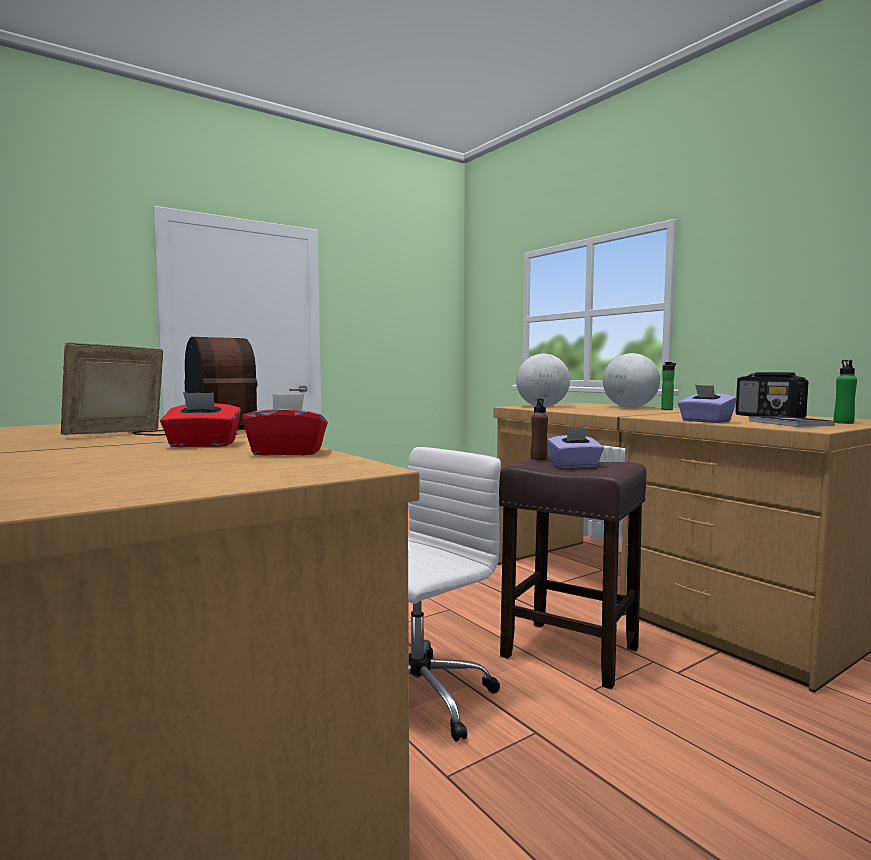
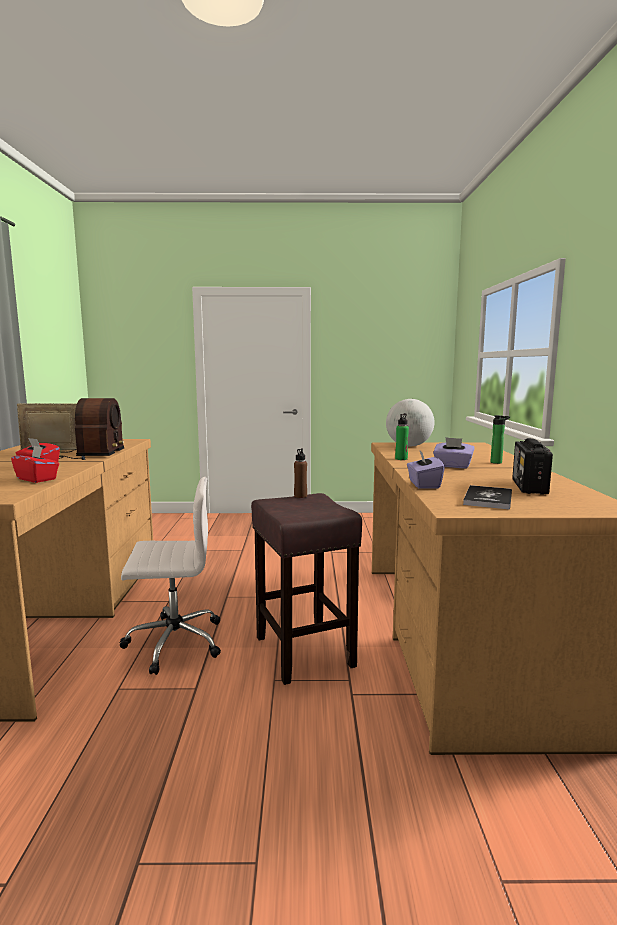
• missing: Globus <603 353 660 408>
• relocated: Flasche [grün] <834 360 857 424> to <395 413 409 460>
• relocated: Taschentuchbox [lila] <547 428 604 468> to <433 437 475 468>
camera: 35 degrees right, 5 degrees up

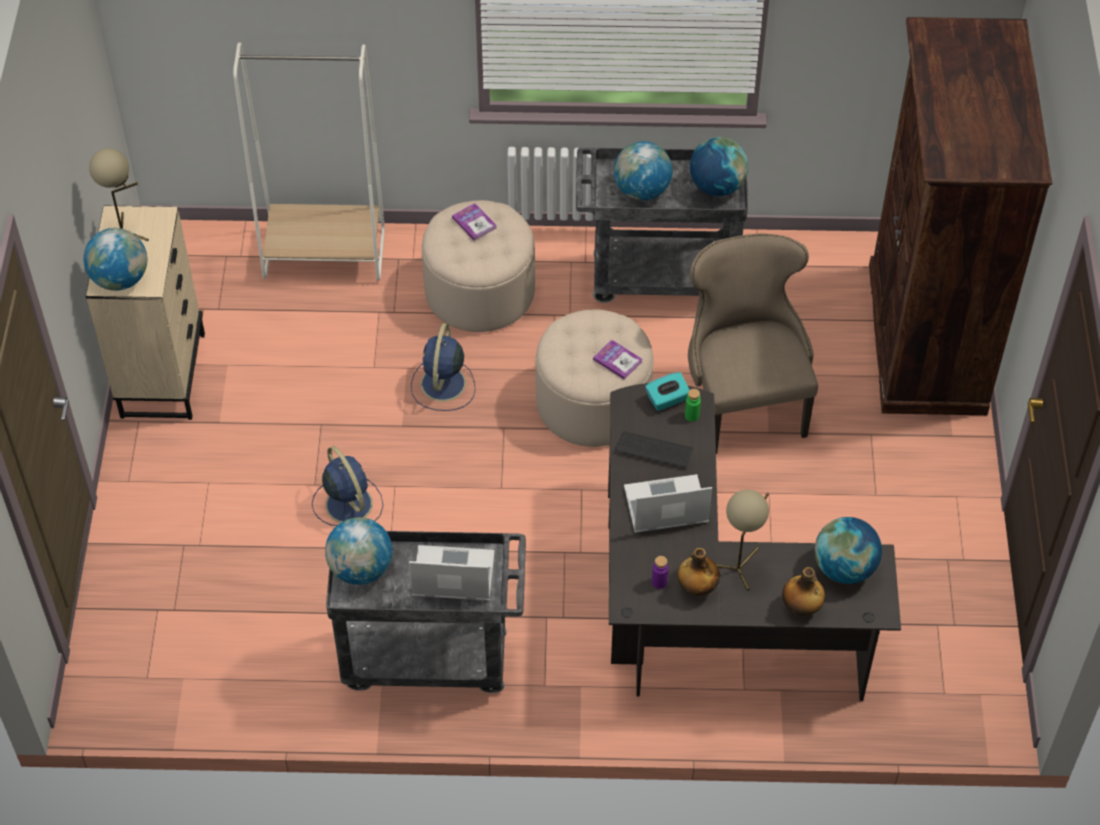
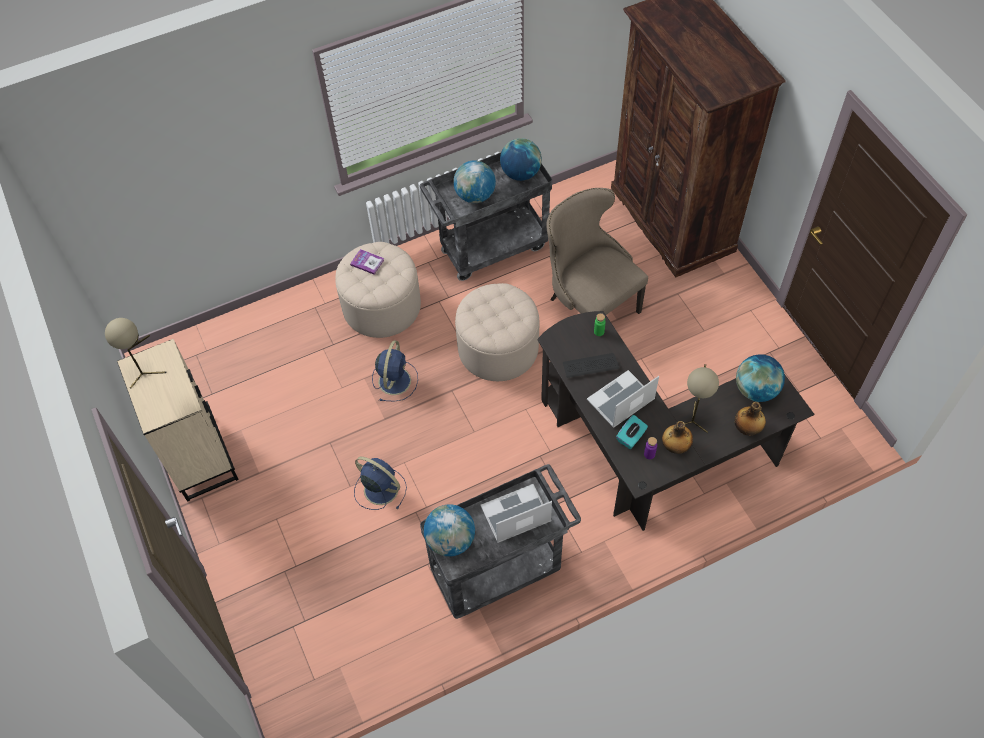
• missing: Kleiderständer <233 42 385 281>
• missing: Globus <84 228 147 291>
• spun: Ventilator [blau] <411 323 475 411> = <372 340 418 402> 150 degrees counterclockwise
• missing: Buch <593 339 643 380>
• relocated: Taschentuchbox [türkis] <645 372 690 411> to <616 415 648 449>
camera: 25 degrees left, 5 degrees up

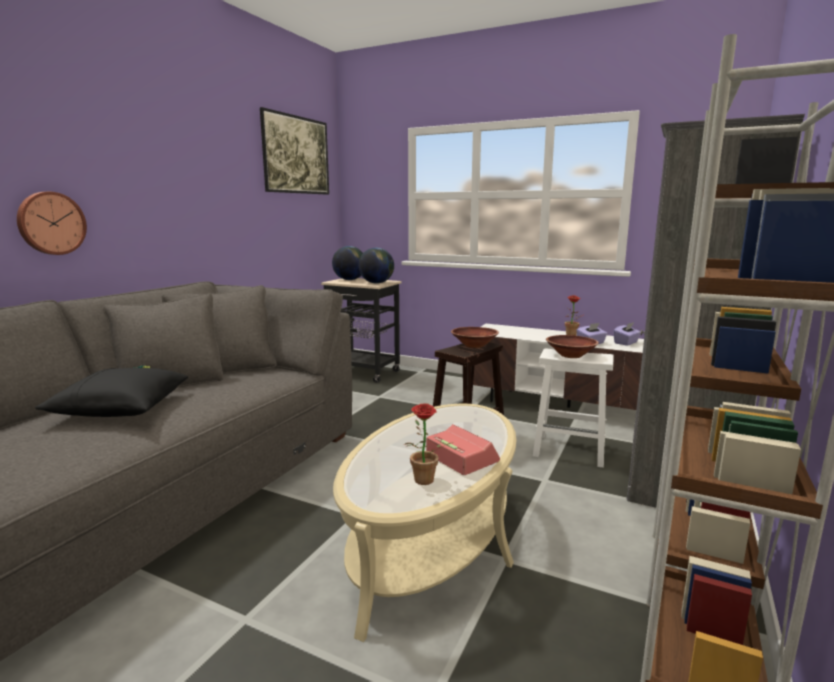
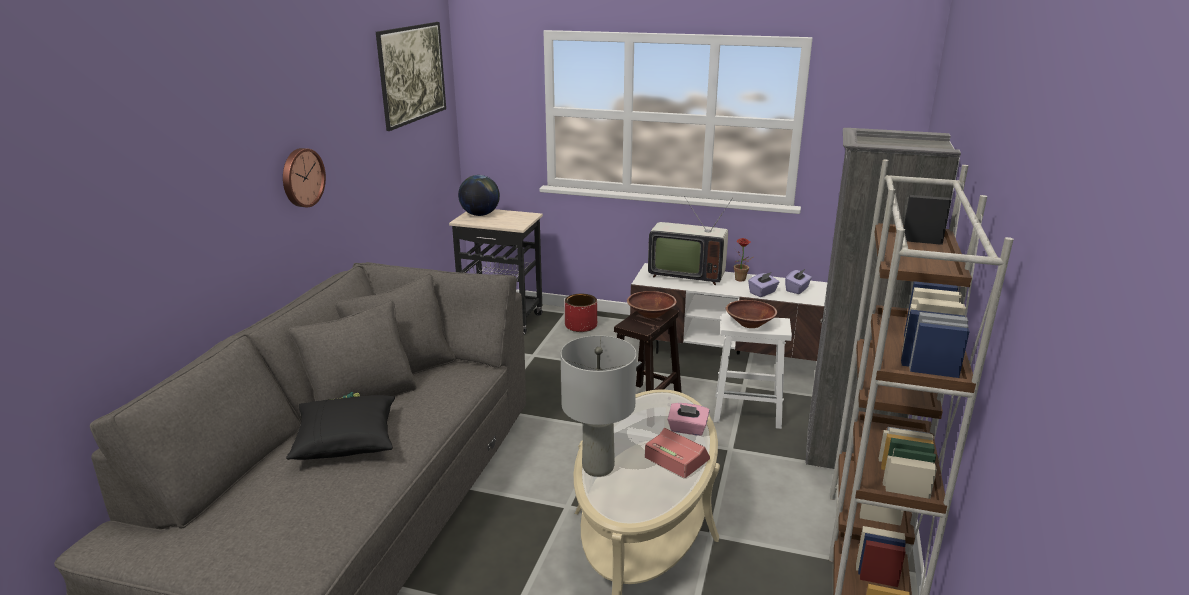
• relocated: Wanduhr <17 192 87 255> to <283 148 326 207>
• missing: Globus <358 248 394 284>
• missing: Topfpflanze <404 403 454 485>
• appeared: Fernseher <648 196 733 285>
• appeared: Pflanzkübel [rot] <565 294 597 332>
• appeared: Tischlampe [grau] <561 336 637 477>
• appeared: Taschentuchbox [rosa] <668 403 710 436>
camera: 10 degrees left, 10 degrees up

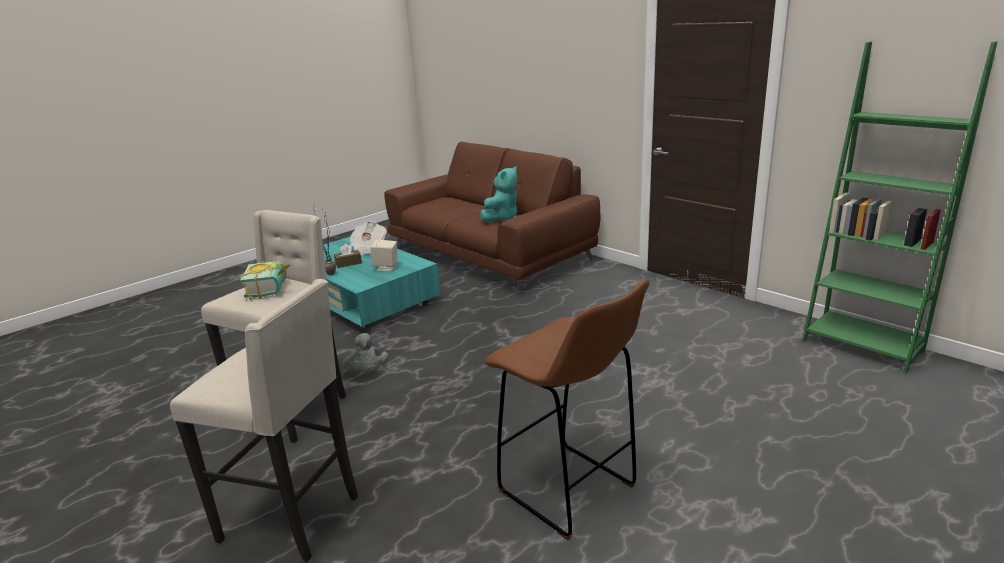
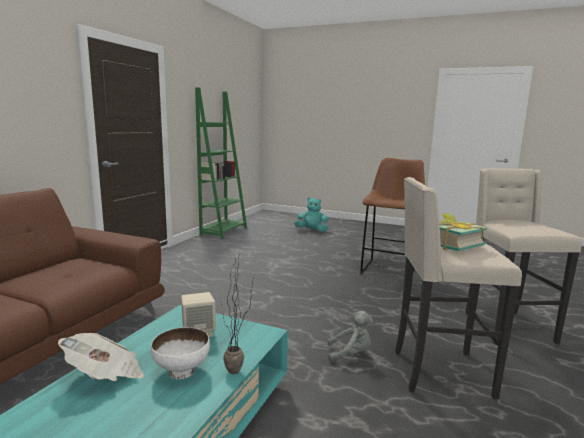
• relocated: Plüschtier [türkis] <480 166 517 223> to <294 197 329 232>
• exchanged: Taschentuchbox [braun] <334 244 362 268> to Schüssel [weiß] <151 327 210 379>
• spun: Plüschtier [grau] <342 333 389 372> = <328 311 373 363> 60 degrees clockwise
camera: 115 degrees left, 10 degrees down

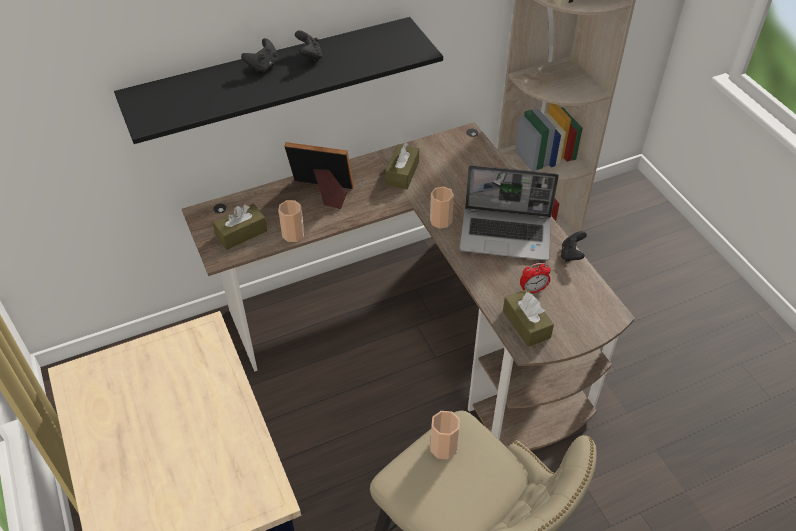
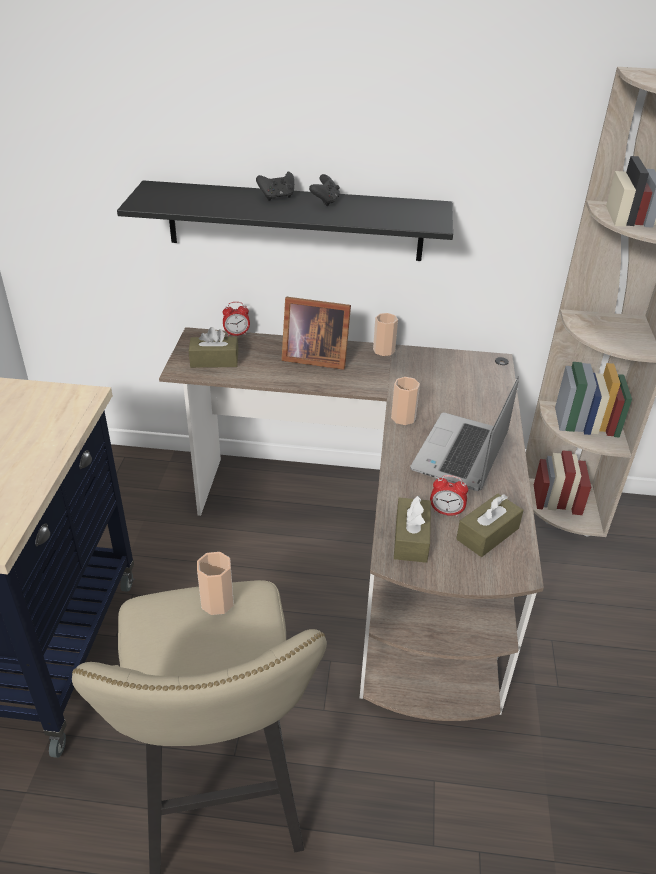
• spun: Bilderrahmen <284 142 354 209> = <282 297 351 370> 150 degrees clockwise
• relocated: Taschentuchbox [braun] <385 143 419 189> to <456 494 524 557>
• spun: Laptop <459 165 559 261> = <410 377 519 491> 75 degrees clockwise
• relocated: Tasse <278 200 304 242> to <373 313 398 356>
• missing: Gamepad [schwarz] <561 231 587 262>
• appeared: Wecker <223 302 250 336>
camera: 30 degrees right, 10 degrees down

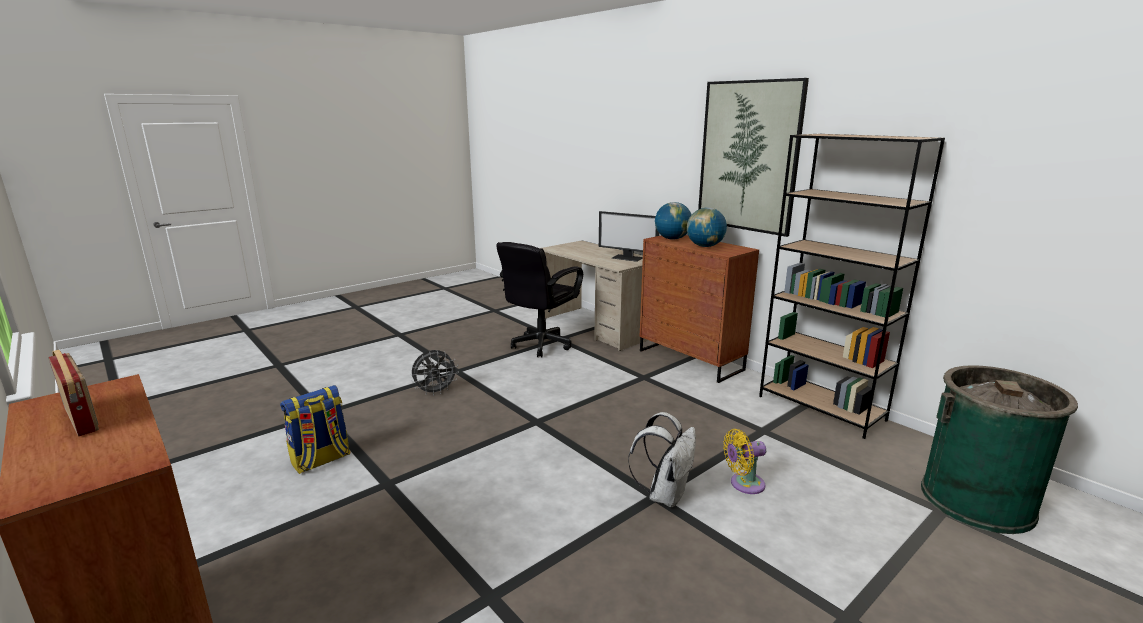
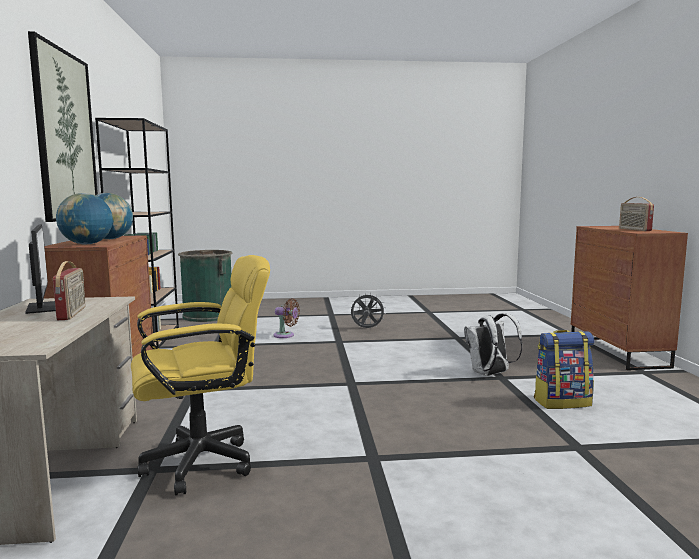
• colour: Bürostuhl [schwarz] <496 242 583 357> to Bürostuhl [gelb] <131 255 270 496>
• relocated: Ventilator [grau] <411 350 459 396> to <350 294 386 328>
• relocated: Rucksack [weiß] <628 412 696 507> to <464 313 523 376>
• colour: Ventilator [gelb] <723 429 766 494> to Ventilator [braun] <274 298 300 338>
• appeared: Radio <53 261 85 320>
camera: 145 degrees left, 10 degrees down

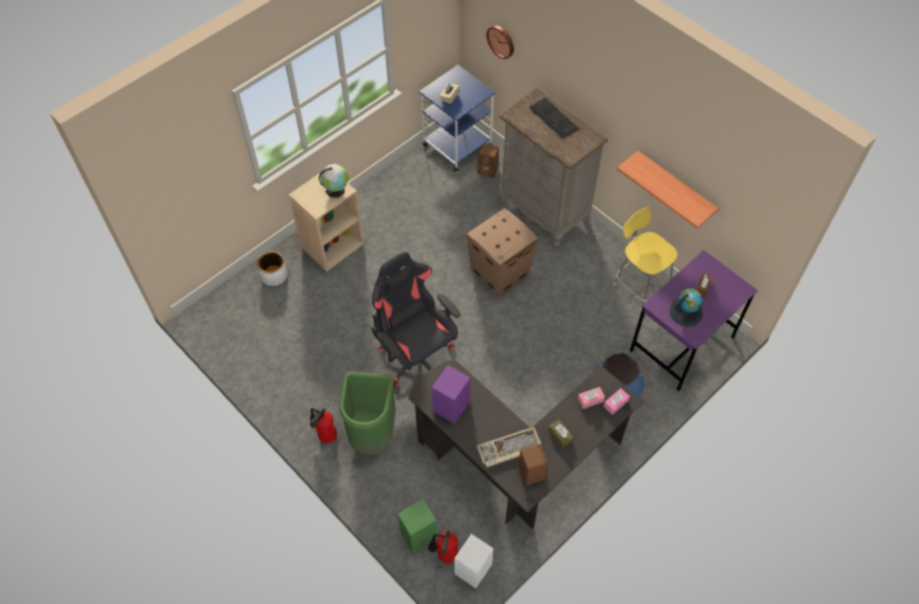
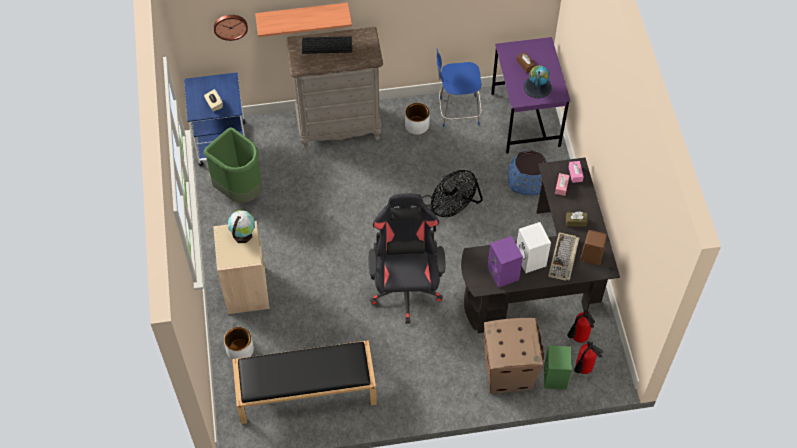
• missing: Lautsprecher [braun] <477 143 499 178>
• relocated: Wandregal <617 151 719 229> to <255 3 352 37>
• colour: Hocker [gelb] <613 207 678 311> to Hocker [blau] <437 48 482 127>
• relocated: Karton <466 208 538 296> to <484 318 544 394>
• spun: Bürostuhl [schwarz] <371 252 460 388> = <368 193 446 324> 90 degrees clockwise
• relocated: Mülleimer [grün] <339 372 396 455> to <203 127 262 203>
• relocated: Feuerlöscher <310 408 337 443> to <567 309 595 343>
• relocated: Lautsprecher [weiß] <454 534 493 588> to <517 222 551 273>
• appeared: Pflanzkübel [weiß] <405 103 430 134>
• appeared: Ventilator [schwarz] <419 170 483 232>
• appeared: Bank [schwarz] <232 340 377 424>
camera: 55 degrees left, 0 degrees up

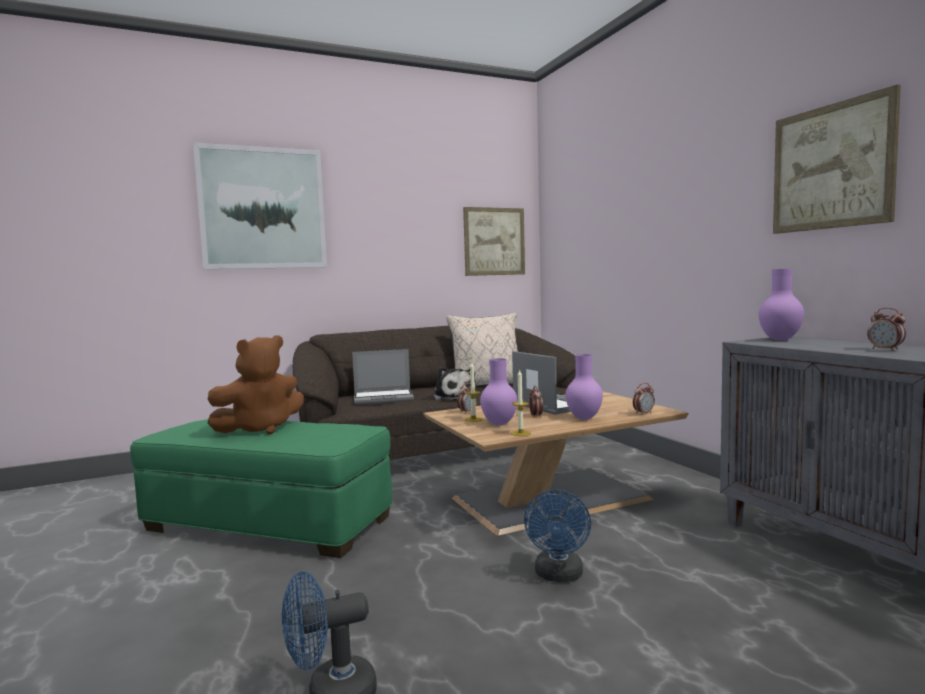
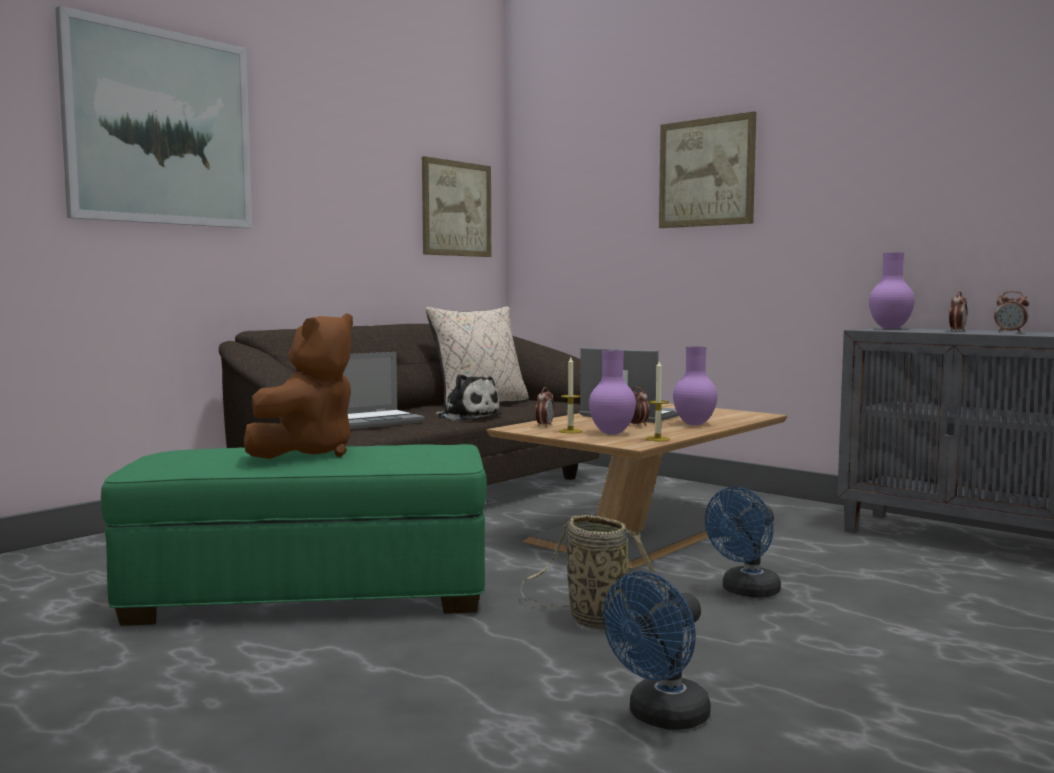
• relocated: Bild <773 84 901 234> to <659 111 756 228>
• relocated: Wecker <633 383 655 415> to <949 291 968 331>
• spun: Ventilator [blau] <524 490 591 582> = <705 487 781 598> 60 degrees clockwise
• appeared: Korb <520 515 668 630>
camera: 25 degrees left, 0 degrees up

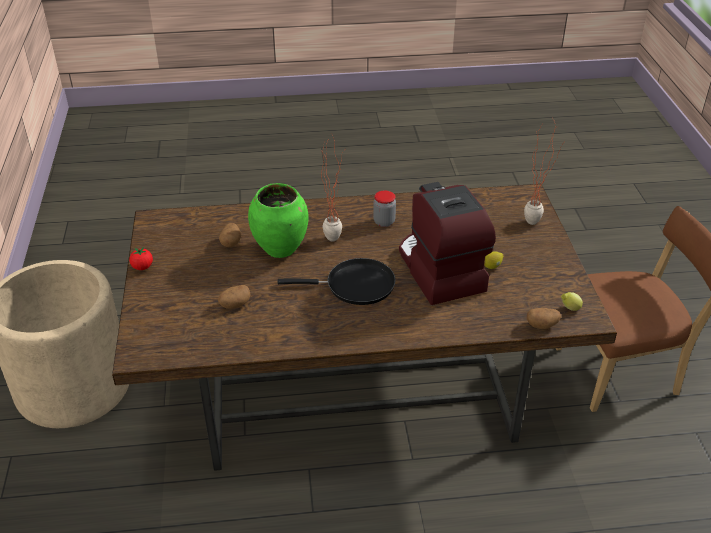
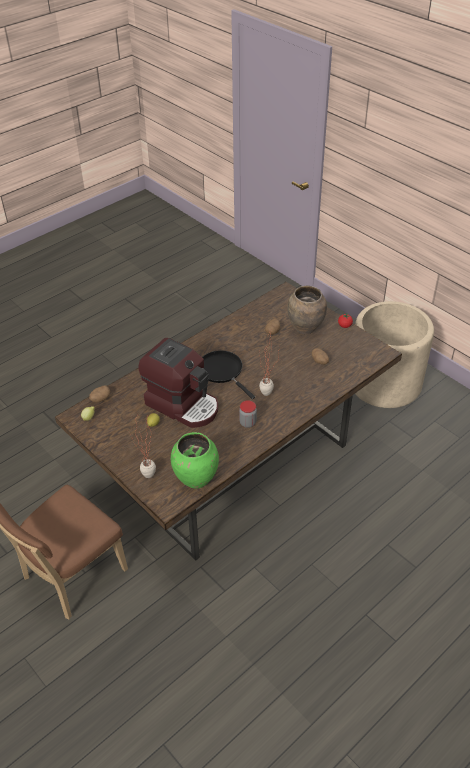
• relocated: Vase [grün] <248 183 309 258> to <171 432 219 489>
• spun: Pfanne [schwarz] <277 258 396 305> = <202 350 255 399> 90 degrees clockwise
• appeared: Vase [braun] <287 286 327 334>
camera: 145 degrees right, 5 degrees up

